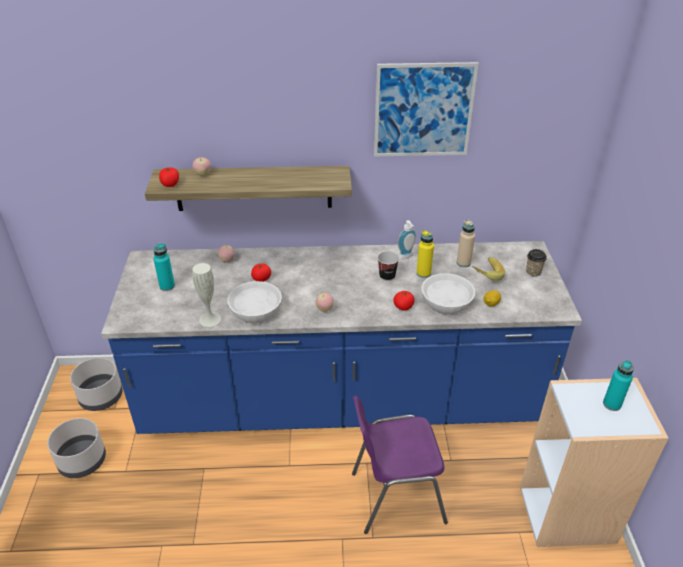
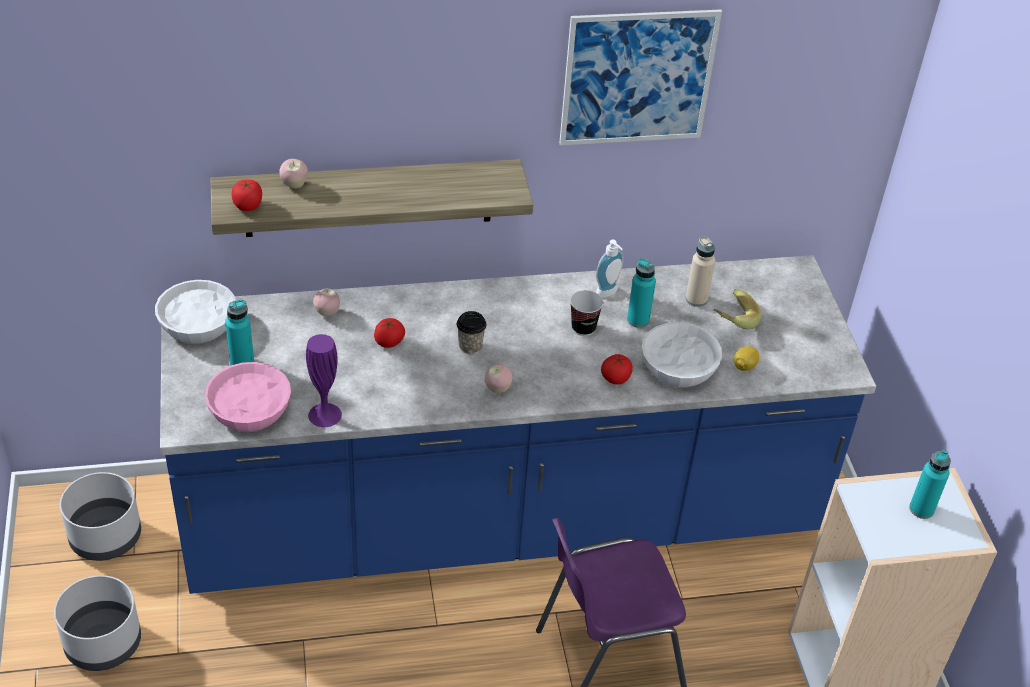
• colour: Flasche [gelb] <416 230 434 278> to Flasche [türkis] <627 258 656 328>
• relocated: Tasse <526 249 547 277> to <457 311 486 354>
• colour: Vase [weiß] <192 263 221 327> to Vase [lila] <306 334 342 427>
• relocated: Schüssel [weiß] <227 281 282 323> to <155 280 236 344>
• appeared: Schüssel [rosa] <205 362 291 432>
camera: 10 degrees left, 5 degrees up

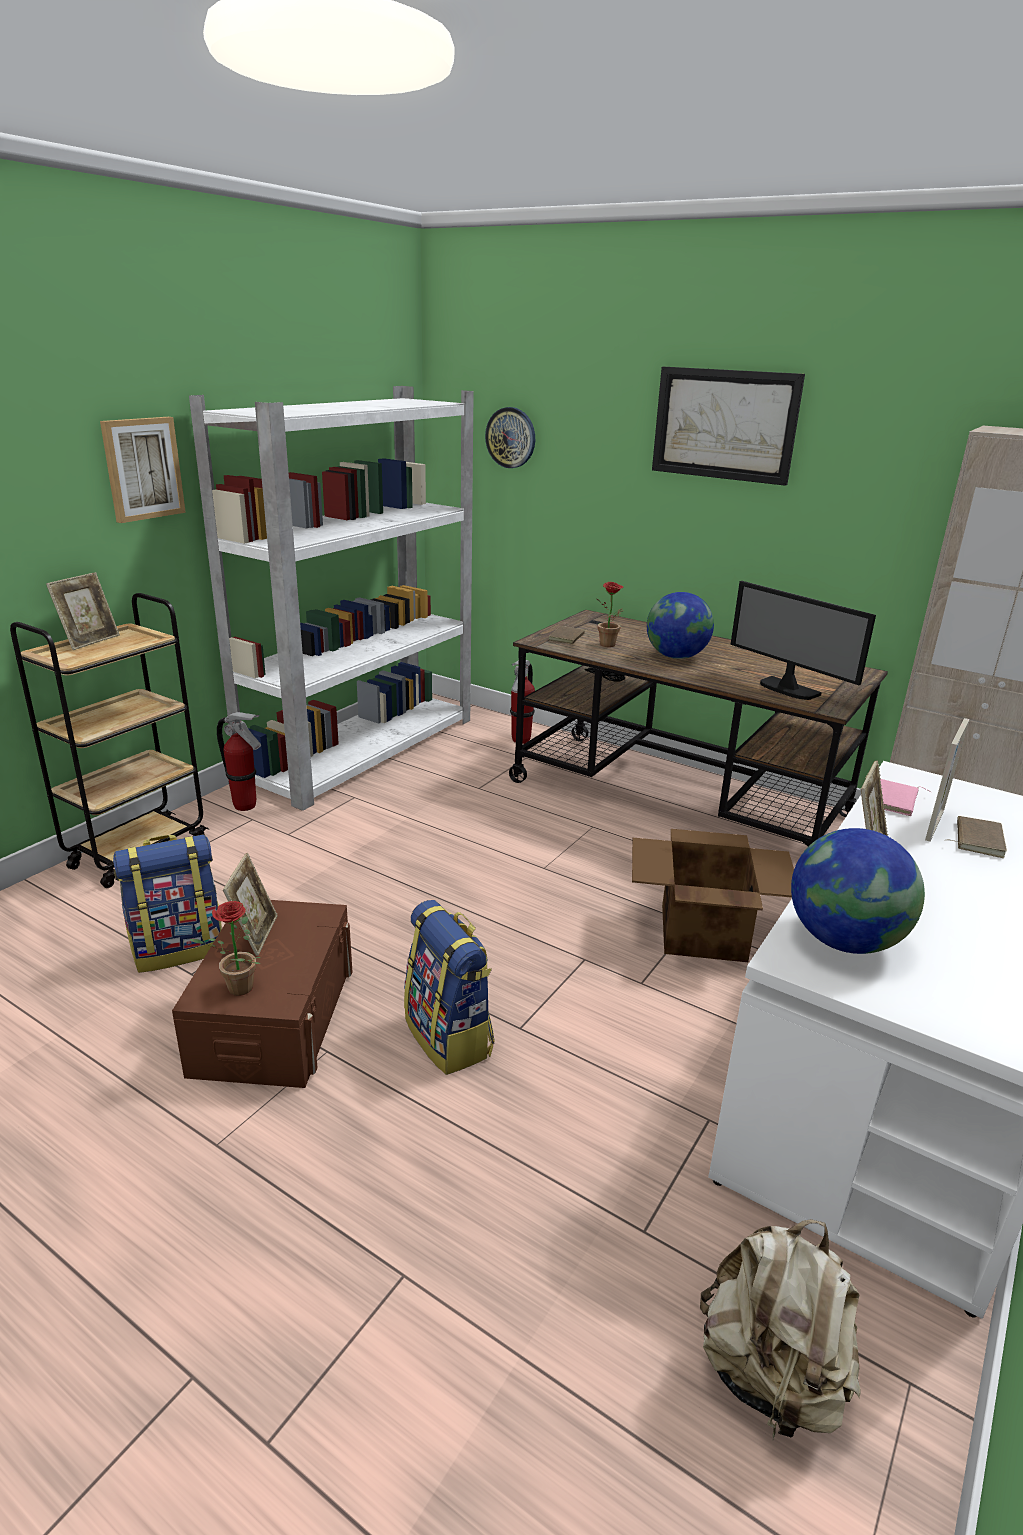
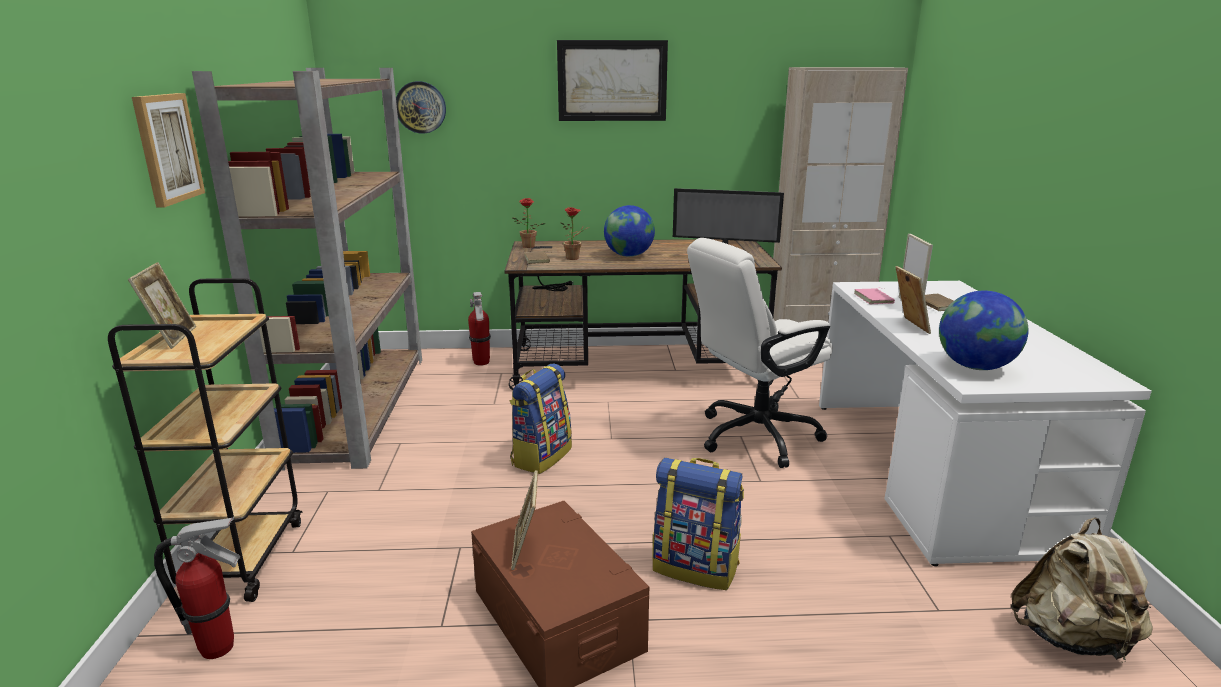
• colour: Bücherregal [weiß] <189 386 474 811> to Bücherregal [braun] <192 68 422 470>
• relocated: Feuerlöscher <217 712 261 811> to <154 517 240 659>
• exchanged: Karton <632 829 794 962> to Bürostuhl [weiß] <687 238 833 468>
• relocated: Rucksack <113 834 222 973> to <510 364 572 474>
• spun: Bilderrahmen <223 853 278 956> = <511 470 538 570> 150 degrees counterclockwise
• relocated: Topfpflanze <189 901 261 996> to <512 198 546 248>
camera: 35 degrees left, 5 degrees down

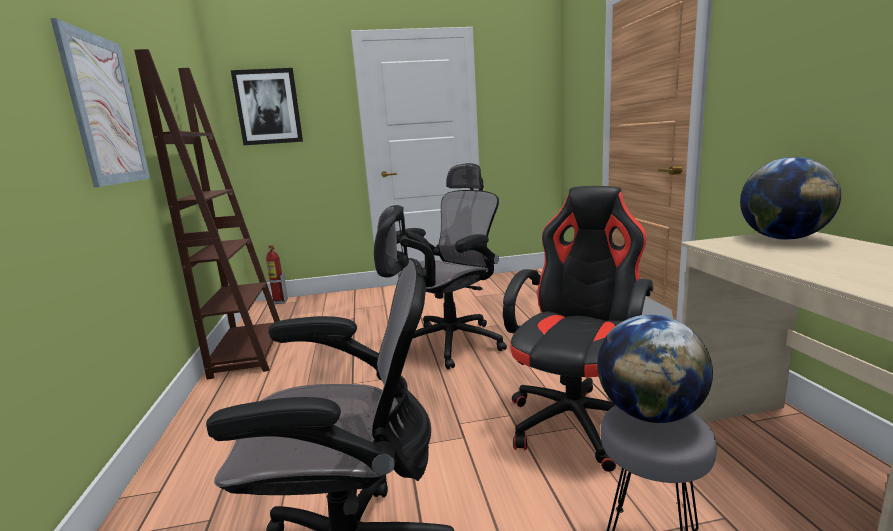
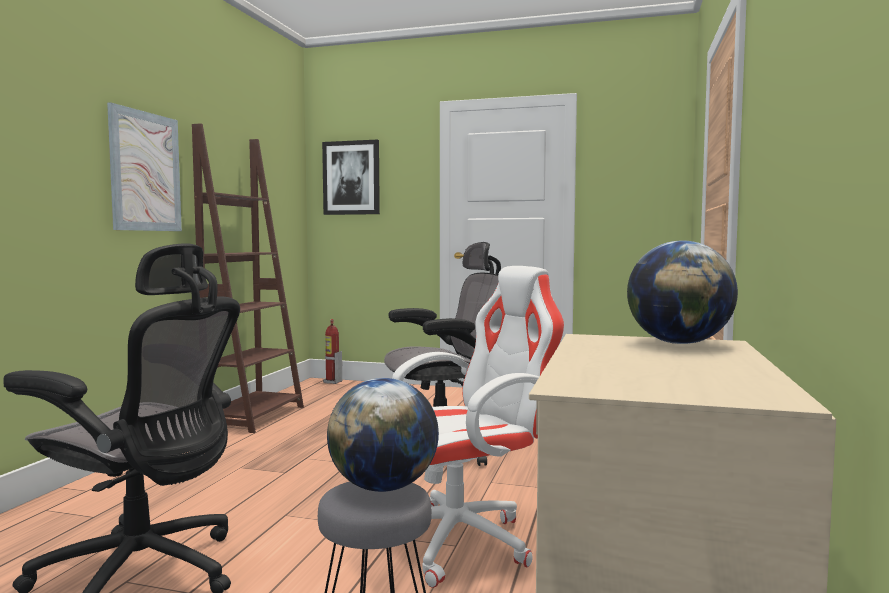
• colour: Bürostuhl [schwarz] <503 186 653 472> to Bürostuhl [weiß] <392 266 564 588>
camera: 25 degrees right, 10 degrees down

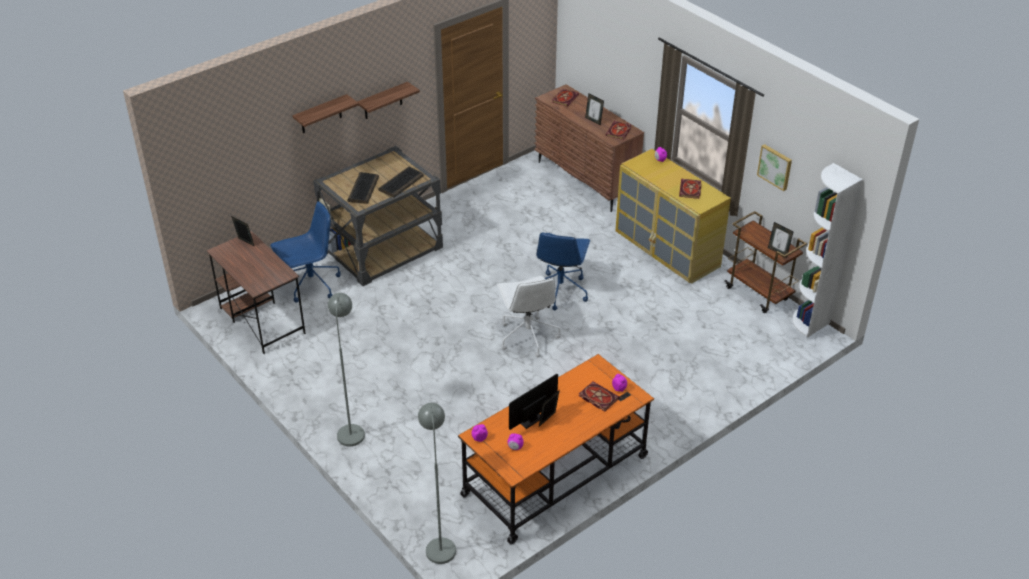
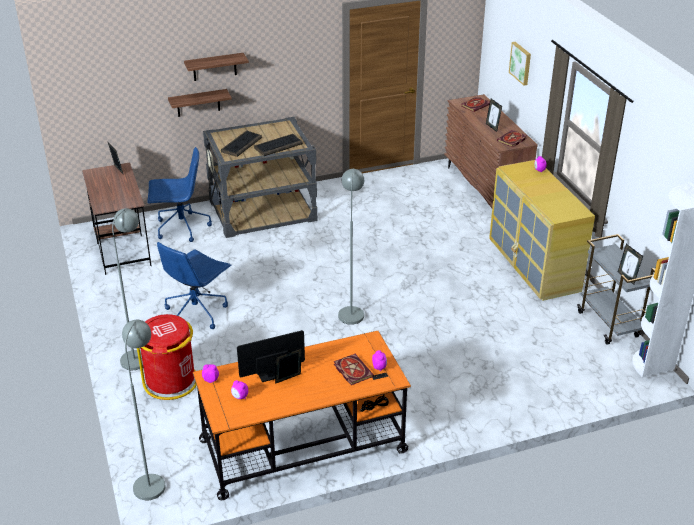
• relocated: Wandregal <357 82 420 119> to <168 89 232 117>
• relocated: Bild <757 144 792 191> to <509 42 531 85>
• missing: Buch <679 179 701 199>
• colour: Rollwagen [braun] <725 211 807 313> to Rollwagen [grau] <577 234 655 345>
• relocated: Bürostuhl [blau] <537 232 590 311> to <157 242 231 329>
• exchanged: Bürostuhl [weiß] <497 276 561 357> to Stehlampe [grau] <338 169 364 325>
• appeared: Mülleimer [rot] <137 314 197 400>
camera: 20 degrees right, 5 degrees down

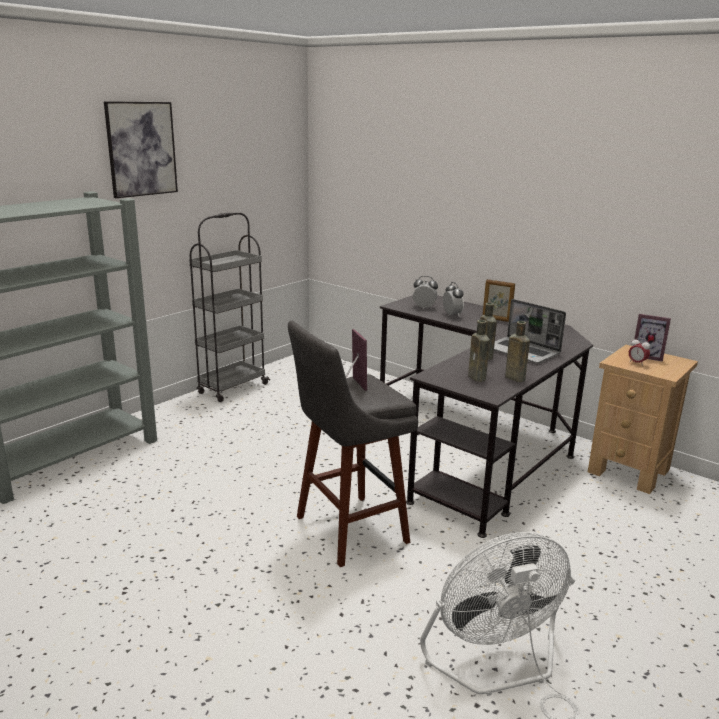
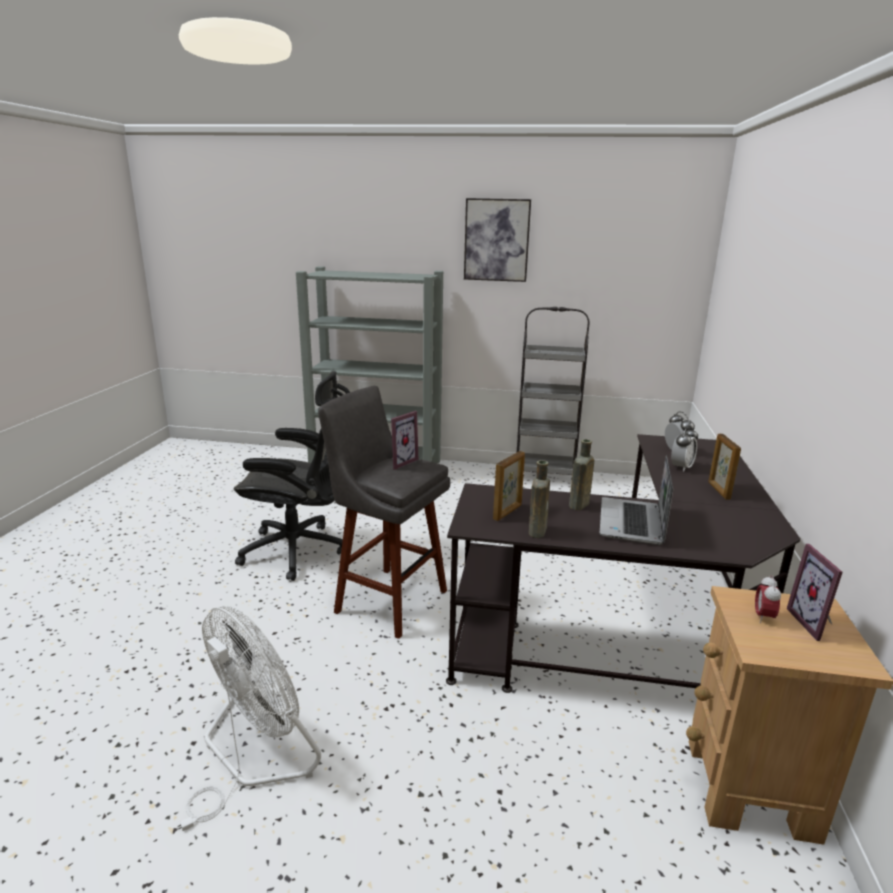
• exchanged: Flasche [braun] <468 320 490 382> to Bilderrahmen <493 451 525 521>
• appeared: Bürostuhl <233 371 350 581>
camera: 60 degrees right, 0 degrees up

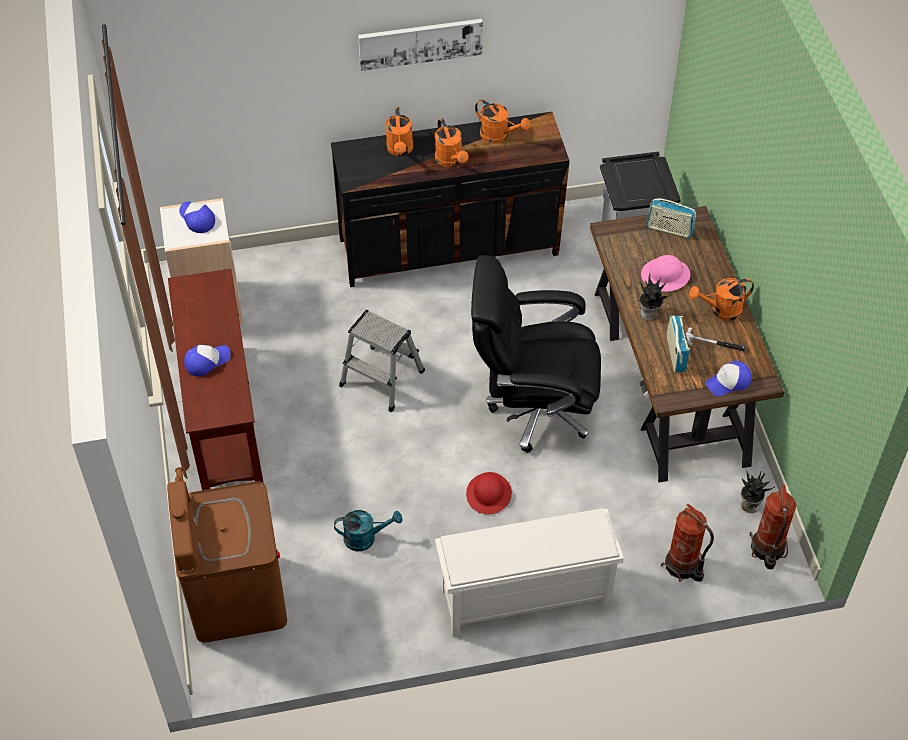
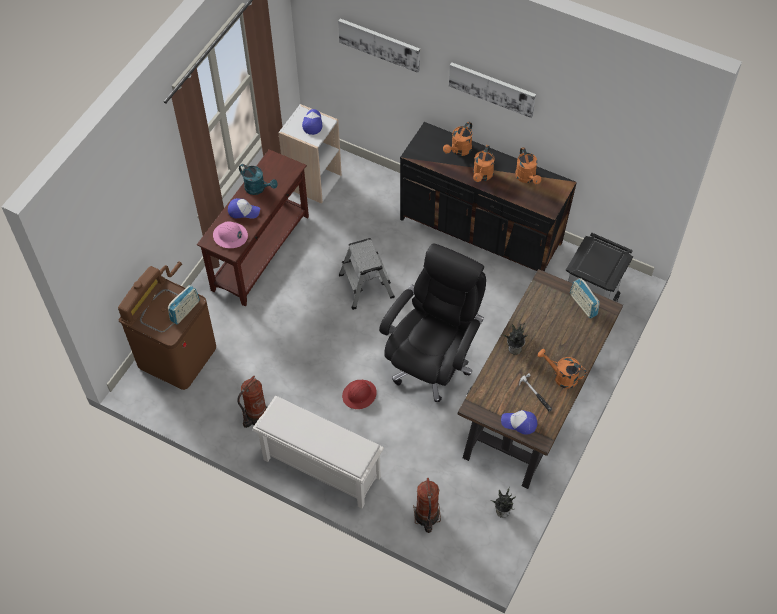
• spun: Bürostuhl [schwarz] <471 255 601 453> = <379 243 486 402> 75 degrees clockwise
• relocated: Schutzhelm [rosa] <641 255 690 292> to <213 221 248 248>
• relocated: Radio <666 315 690 372> to <168 285 200 325>
• relocated: Feuerlöscher <749 484 797 570> to <237 376 267 428>
• relocated: Gießkanne [türkis] <334 510 403 551> to <239 164 278 195>
• appeared: Bild <338 18 420 73>
camera: 40 degrees right, 5 degrees up

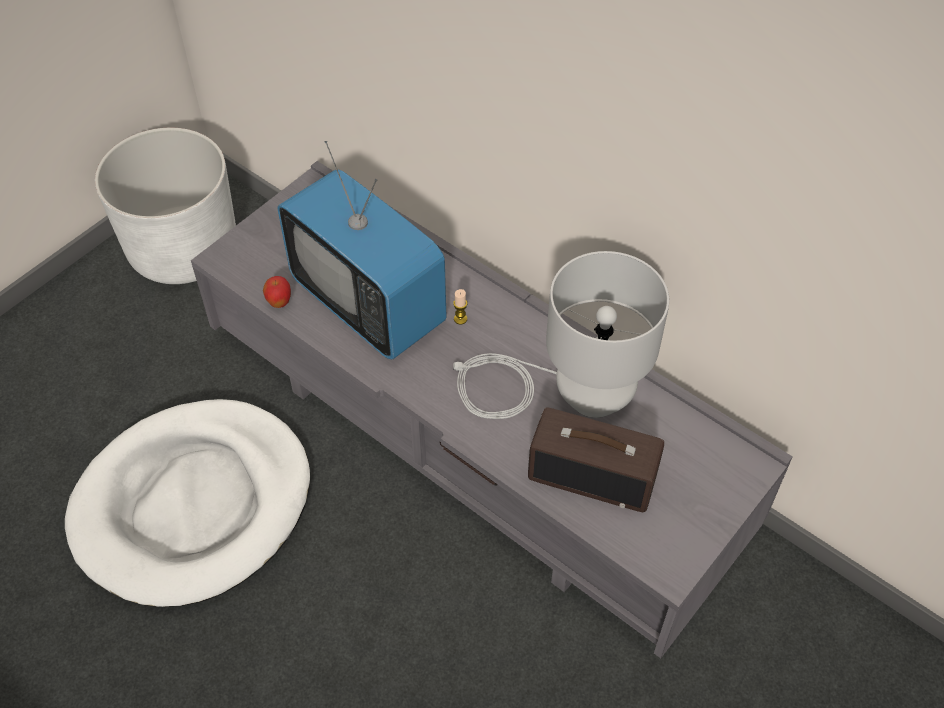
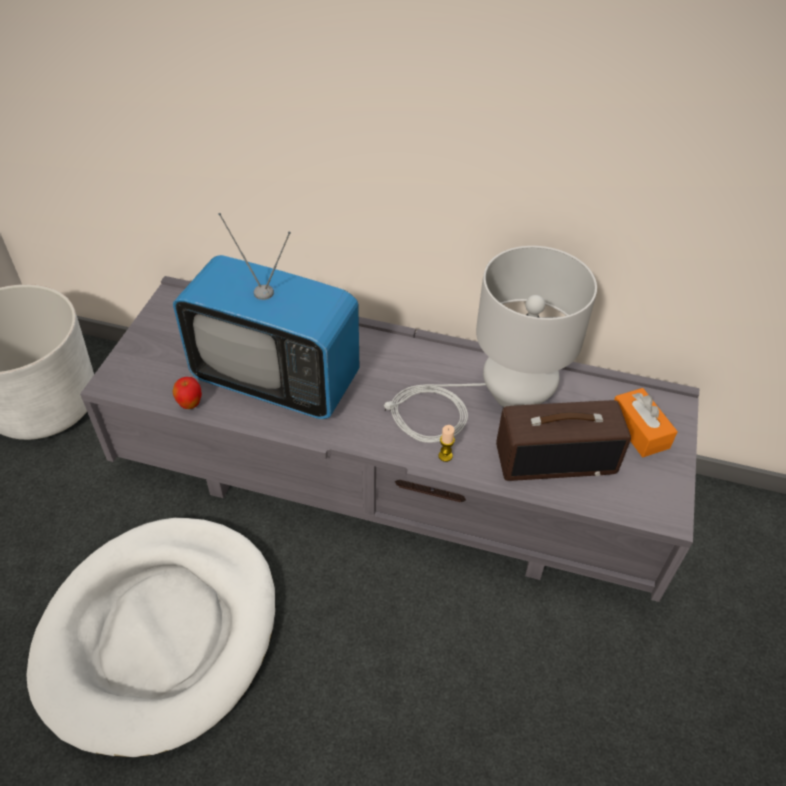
• relocated: Kerze <453 289 467 324> to <438 425 455 462>
• appeared: Taschentuchbox [orange] <614 388 678 457>
camera: 25 degrees left, 5 degrees down

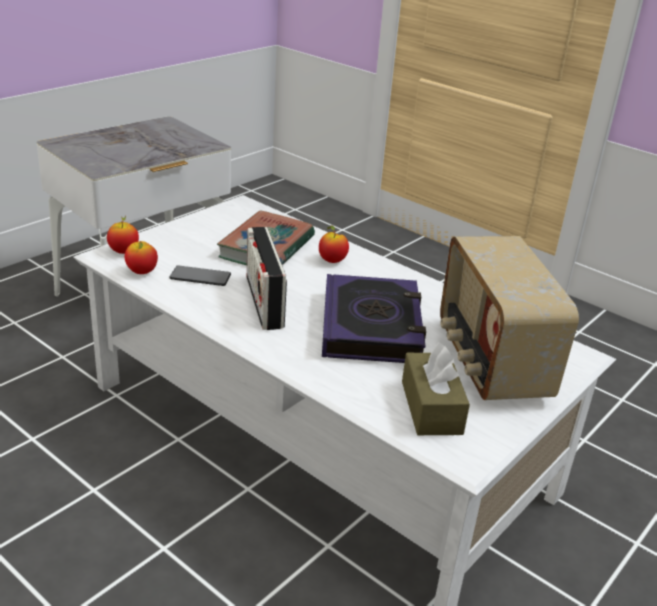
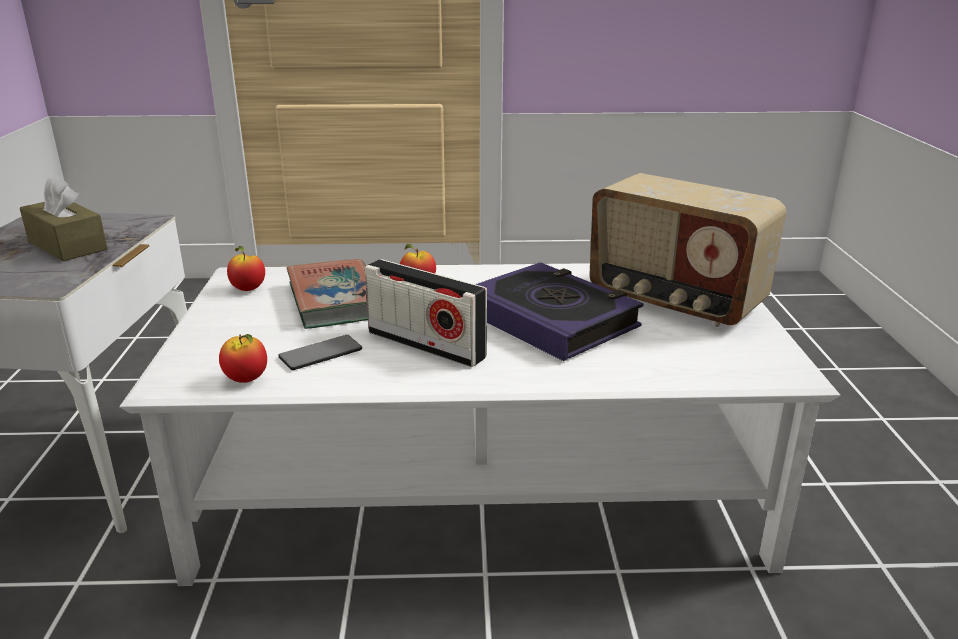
• relocated: Apfel <107 216 139 254> to <227 246 265 291>
• relocated: Taschentuchbox [braun] <402 342 470 435> to <20 175 108 261>
camera: 40 degrees left, 5 degrees down

